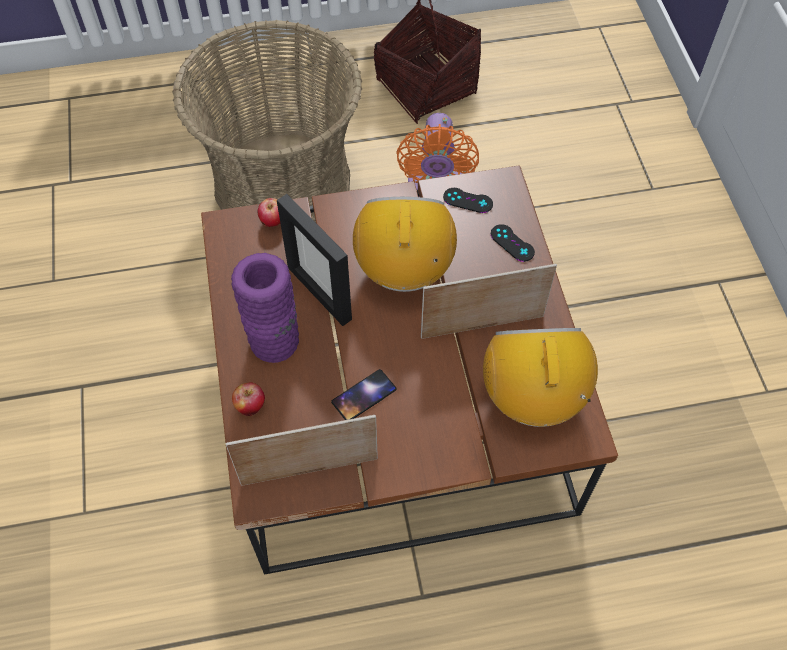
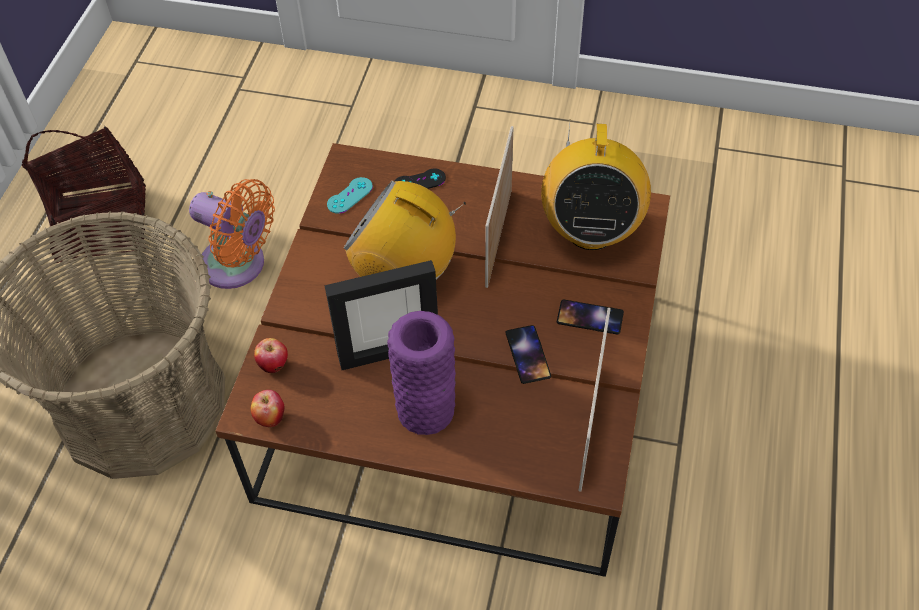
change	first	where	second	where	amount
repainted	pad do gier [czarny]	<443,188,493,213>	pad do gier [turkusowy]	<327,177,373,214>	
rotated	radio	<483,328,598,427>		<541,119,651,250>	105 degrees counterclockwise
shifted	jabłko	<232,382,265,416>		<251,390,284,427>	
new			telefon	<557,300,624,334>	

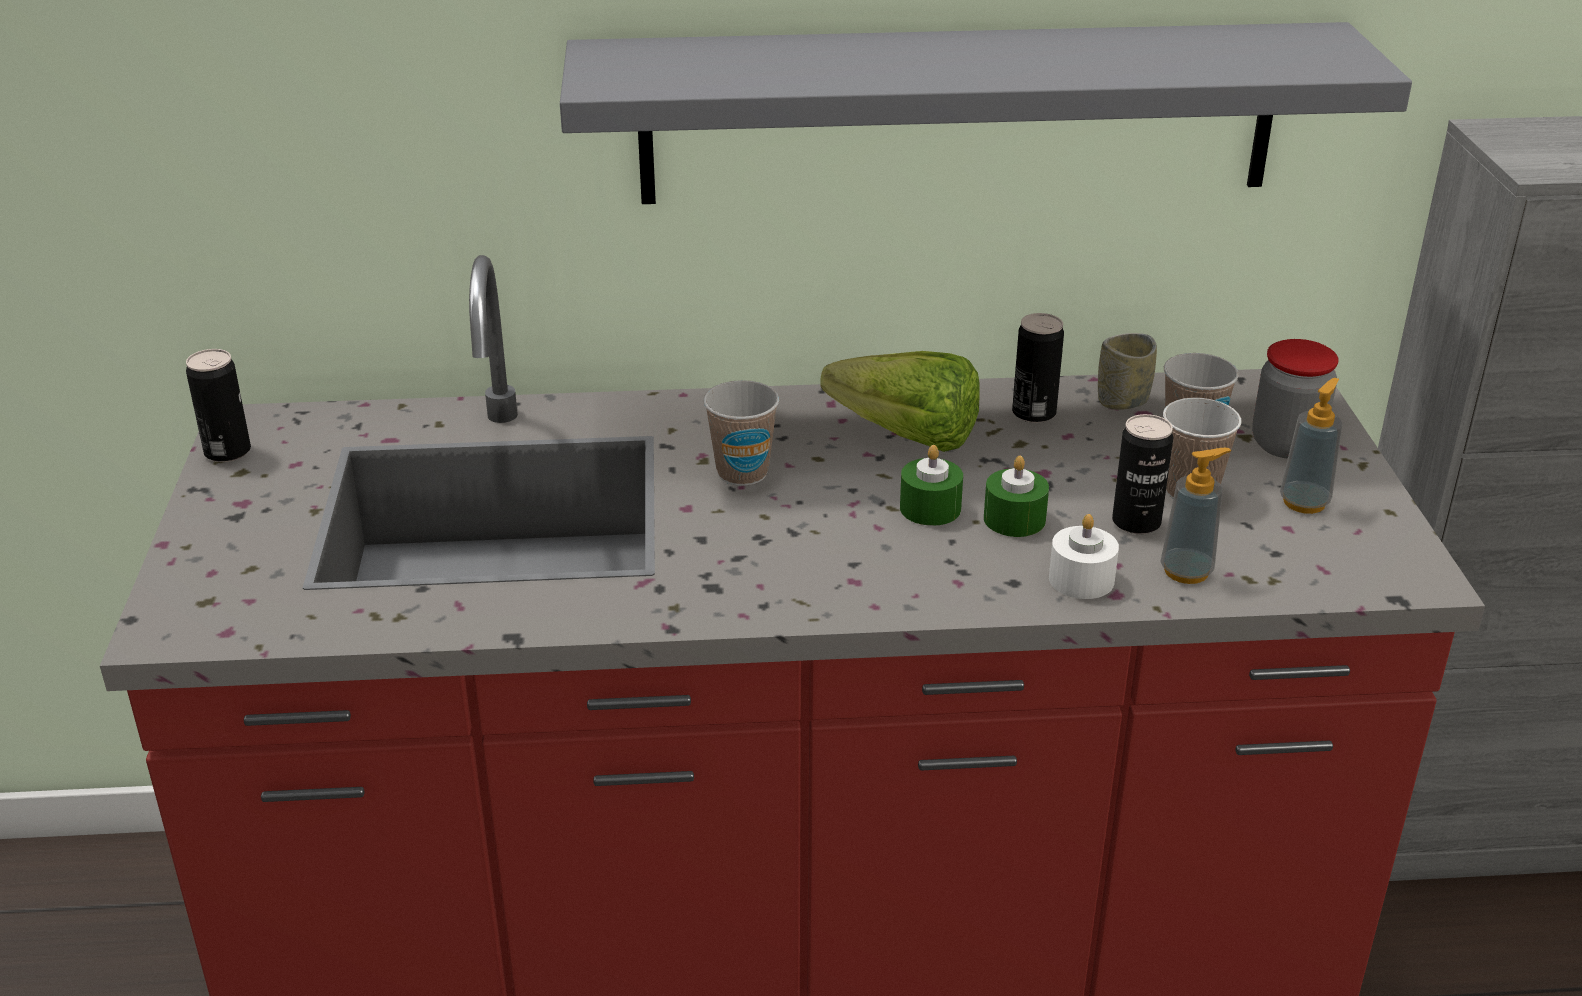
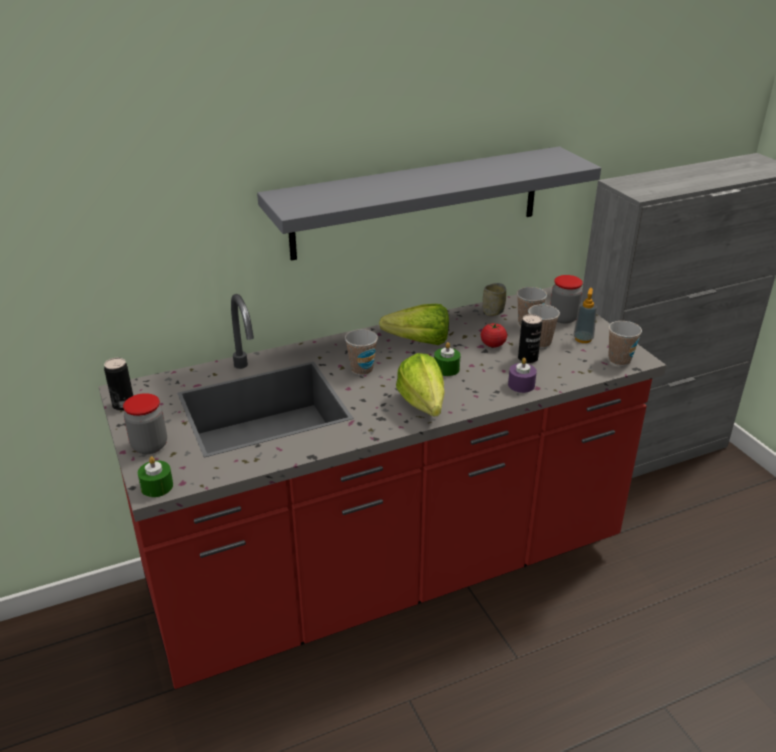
change	first	where	second	where	amount
gone	puszka	<1012,313,1064,423>			
gone	dozownik mydła	<1160,448,1231,584>			
shifted	świeca [zielony]	<984,456,1049,537>		<138,456,173,497>	
repainted	świeca [biały]	<1049,514,1119,599>	świeca [fioletowy]	<508,358,537,393>	
new			filiżanka	<609,321,642,366>	
new			pomidor	<481,323,507,348>	
new			sałata	<396,353,445,417>	
new			słoik	<123,393,167,454>	

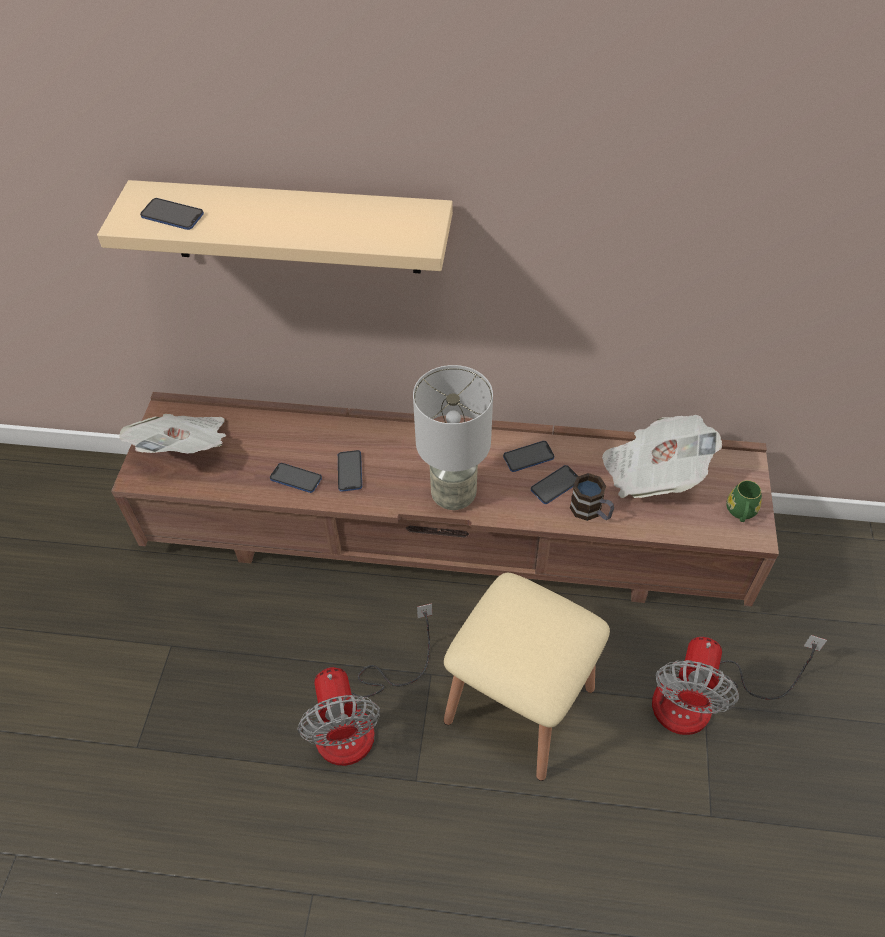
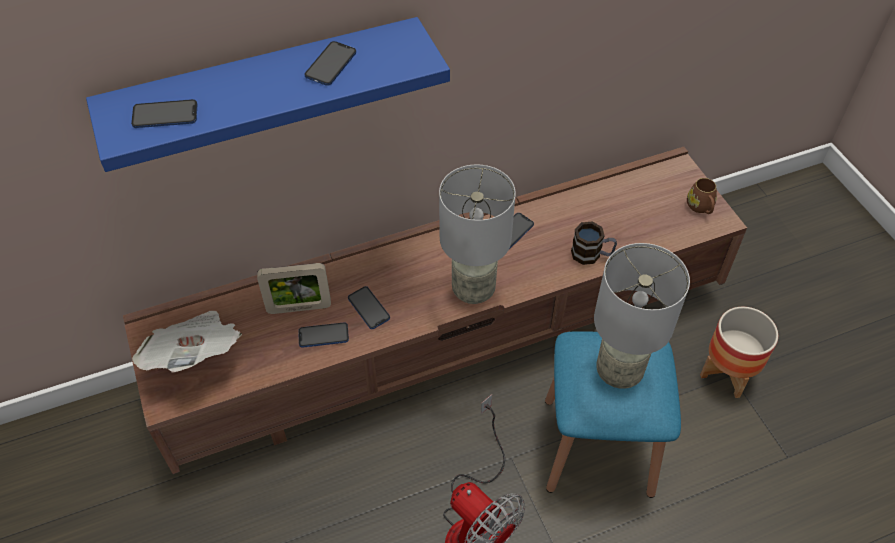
change	first	where	second	where	amount
repainted	półka [beżowy]	<97,180,453,274>	półka [niebieski]	<86,17,450,172>	
gone	gazeta	<602,415,722,498>			
shifted	telefon	<531,465,578,504>		<304,41,356,86>	
repainted	kubek [zielony]	<726,480,762,522>	kubek [brązowy]	<687,178,717,214>	
repainted	stołek [beżowy]	<444,573,610,781>	stołek [niebieski]	<545,331,681,498>	
swapped	wentylator	<652,635,827,735>	donica	<700,307,778,398>	
new			lampa stołowa [szary]	<594,243,690,389>	
new			ramka na zdjęcie	<257,263,331,314>	

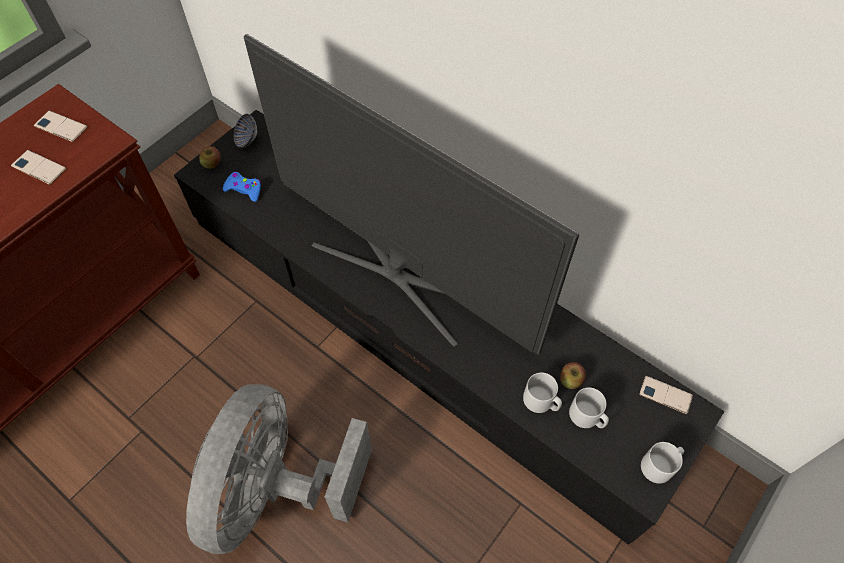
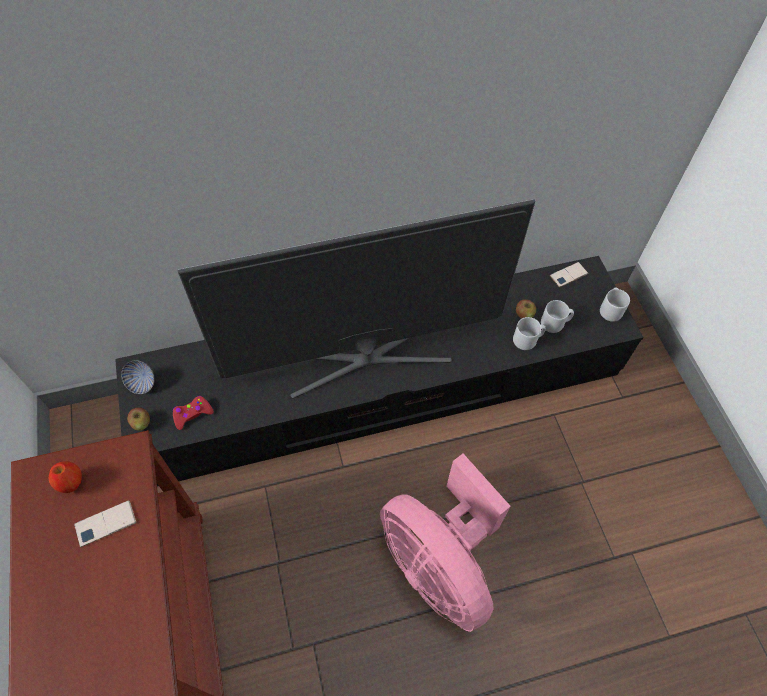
change	first	where	second	where	amount
swapped	telefon	<34,111,87,142>	jabłko	<49,461,82,493>	
repainted	pad do gier [niebieski]	<223,172,261,202>	pad do gier [czerwony]	<173,396,214,430>	
repainted	wentylator [szary]	<186,384,372,554>	wentylator [różowy]	<380,454,511,632>	

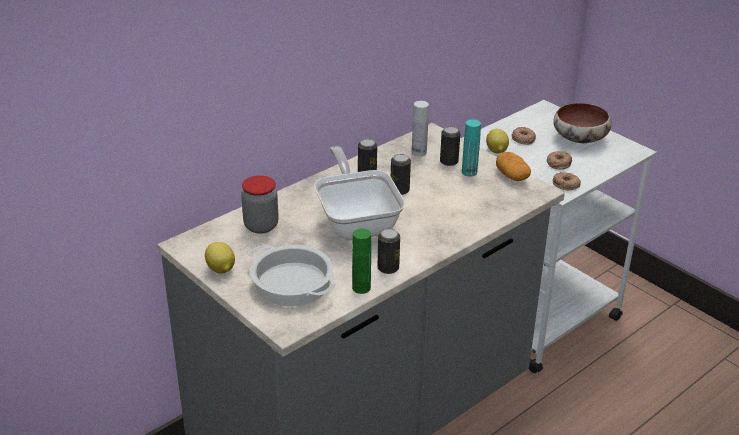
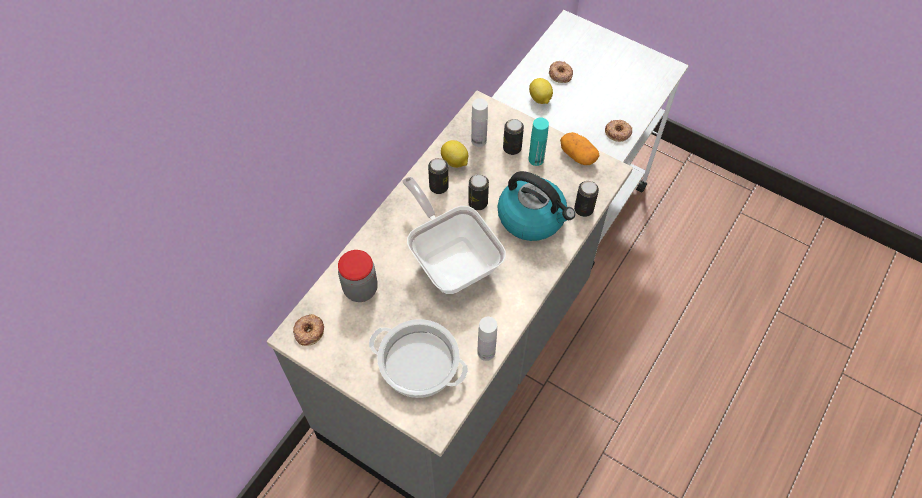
change	first	where	second	where	amount
gone	miska	<553,103,612,143>			
shifted	donut	<547,151,572,170>		<293,314,324,346>	
shifted	puszka	<378,228,400,274>		<574,181,599,217>	
repainted	butelka [zielony]	<352,229,371,294>	butelka [biały]	<477,317,497,361>	
shifted	cytryna	<205,242,235,274>		<441,140,468,168>	
new			czajnik	<497,171,575,241>	

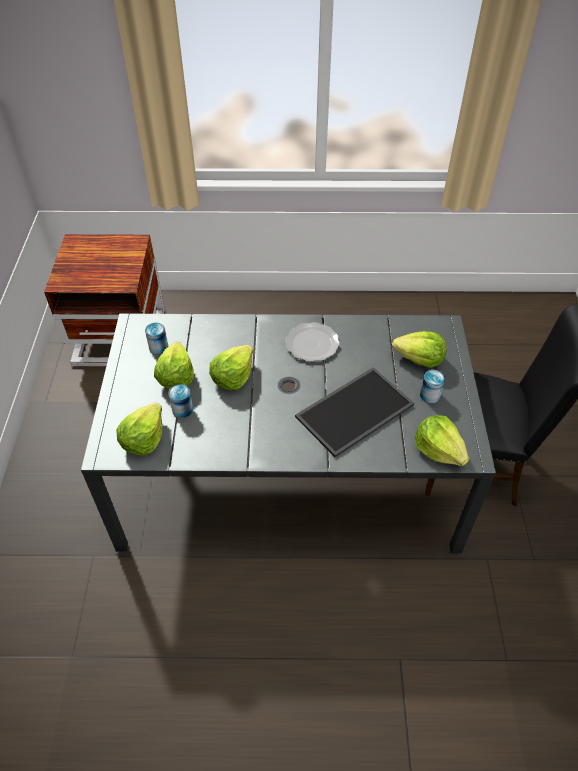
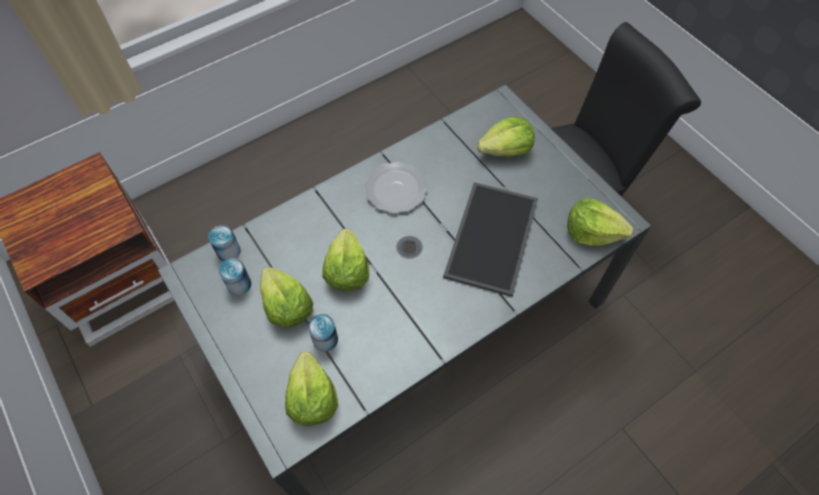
change	first	where	second	where	amount
shifted	puszka	<420,370,445,403>		<208,225,241,261>	

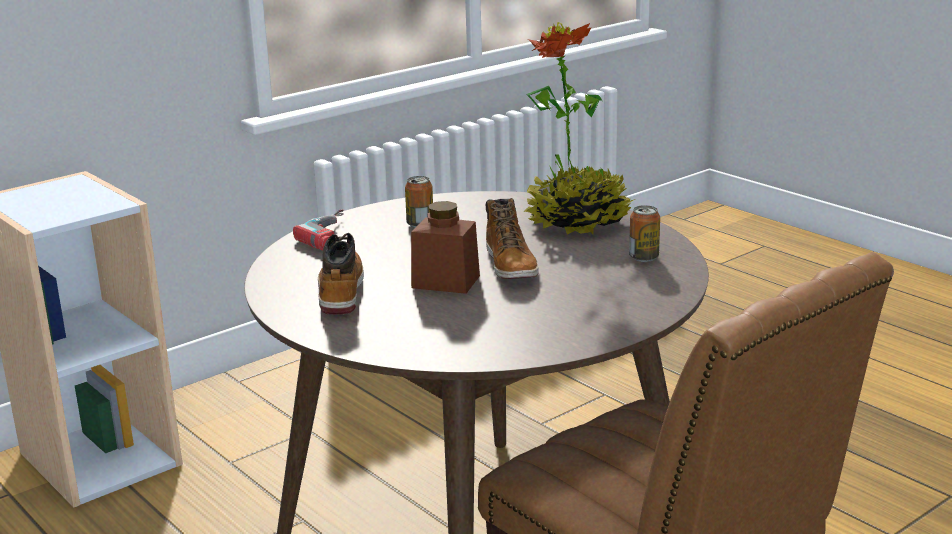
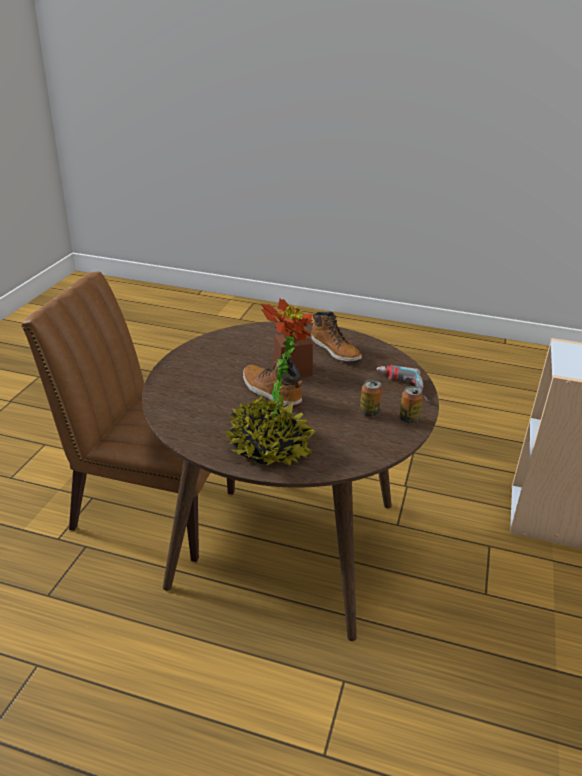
change	first	where	second	where	amount
shifted	puszka	<629,205,660,262>		<399,386,423,424>	

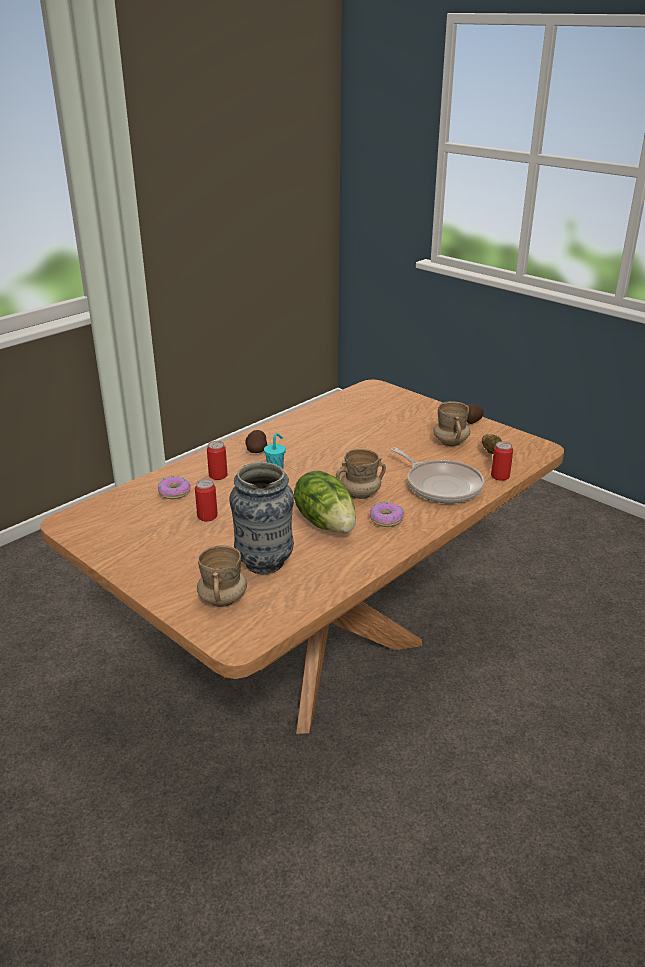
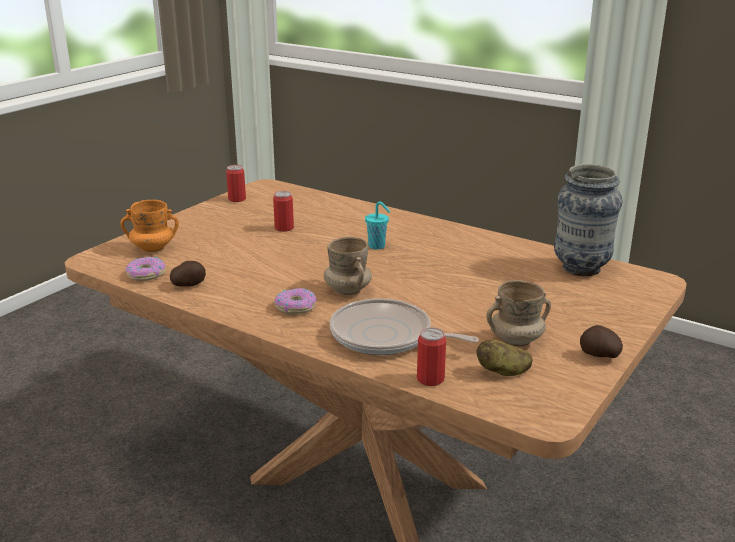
change	first	where	second	where	amount
shifted	ziemniak	<245,430,267,453>		<170,261,206,287>	
shifted	puszka	<207,441,227,480>		<226,165,246,202>	
rotated	patelnia	<391,447,484,503>		<330,298,479,355>	75 degrees clockwise
shifted	wazon	<229,462,294,574>		<554,164,622,276>	
gone	sałata	<294,471,356,533>			
shifted	donut	<158,476,191,499>		<126,257,166,281>	
repainted	kubek [beżowy]	<197,545,247,607>	kubek [pomarańczowy]	<120,200,179,252>	

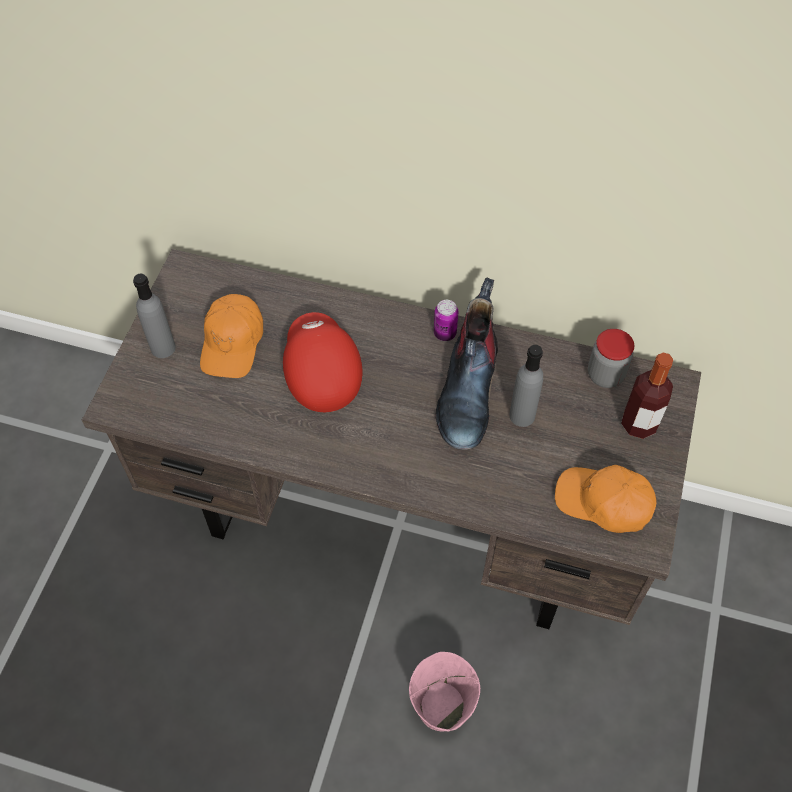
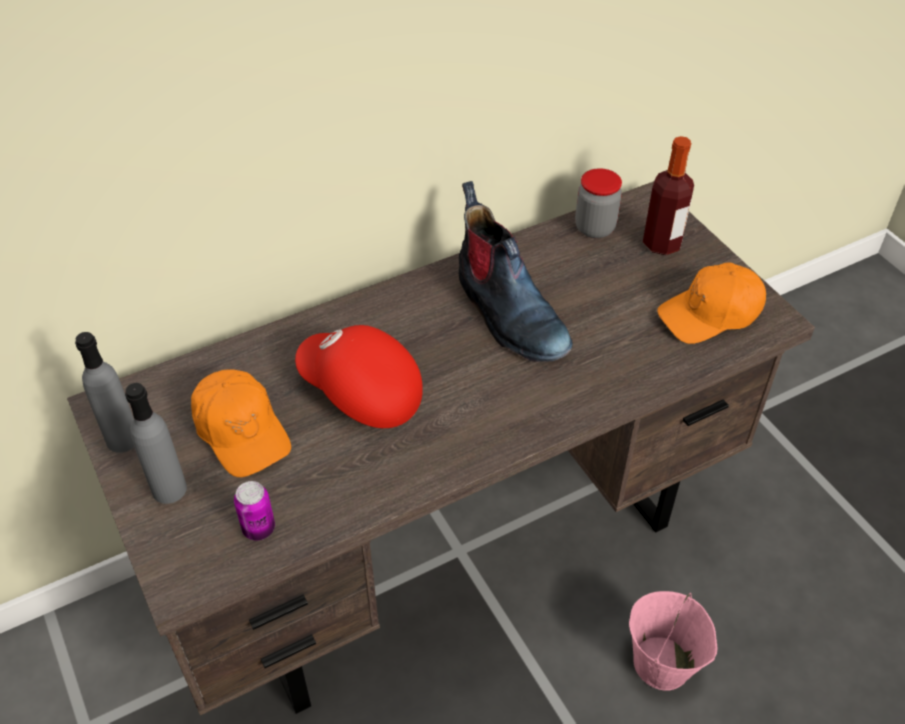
change	first	where	second	where	amount
shifted	puszka	<434,300,458,341>		<234,481,275,540>	
shifted	butelka [szary]	<509,345,543,427>		<75,332,134,453>	

